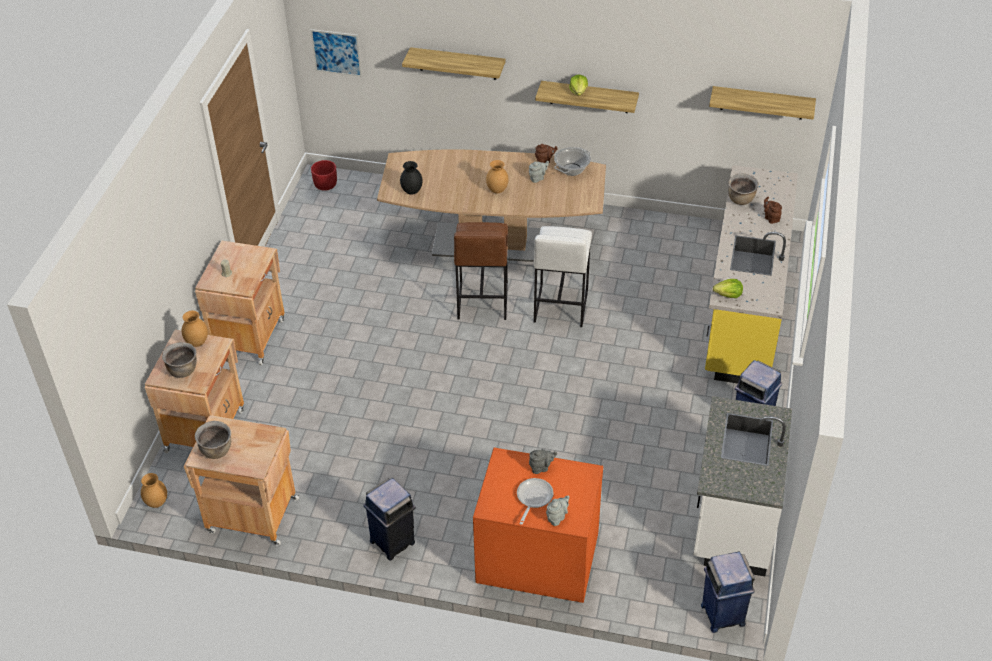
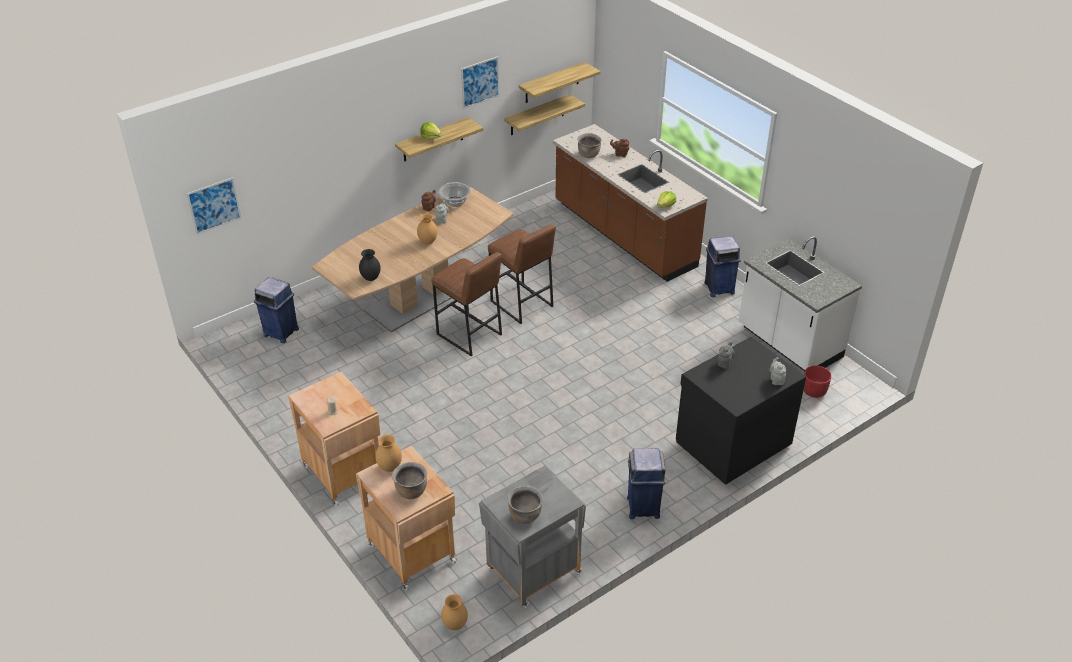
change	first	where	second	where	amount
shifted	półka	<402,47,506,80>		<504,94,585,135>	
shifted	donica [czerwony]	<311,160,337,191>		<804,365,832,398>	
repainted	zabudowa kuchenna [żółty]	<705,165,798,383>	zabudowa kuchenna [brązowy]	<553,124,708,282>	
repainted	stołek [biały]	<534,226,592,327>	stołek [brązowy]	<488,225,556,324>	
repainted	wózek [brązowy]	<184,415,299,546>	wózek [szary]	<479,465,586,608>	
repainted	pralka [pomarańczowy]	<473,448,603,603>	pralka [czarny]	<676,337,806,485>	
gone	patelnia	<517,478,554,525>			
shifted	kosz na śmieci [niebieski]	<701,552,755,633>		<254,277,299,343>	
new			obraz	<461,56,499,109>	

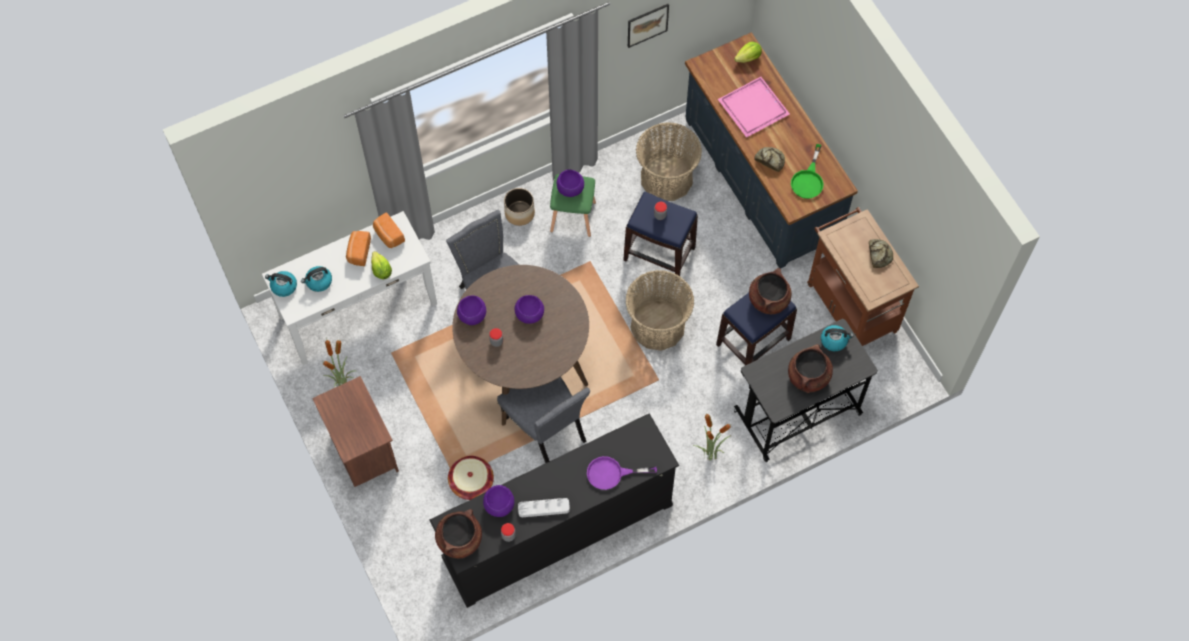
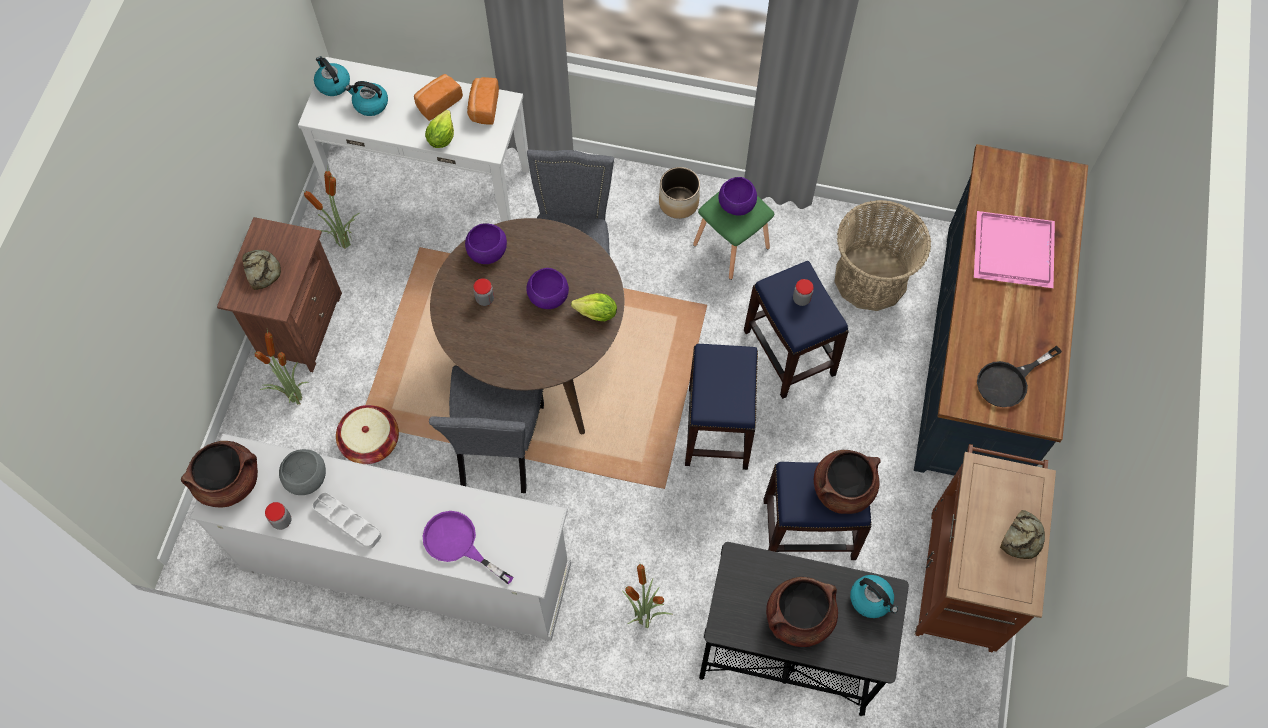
change	first	where	second	where	amount
gone	obraz	<628,4,669,48>			
shifted	sałata	<734,42,762,63>		<571,293,617,321>	
repainted	patelnia [zielony]	<791,144,824,199>	patelnia [czarny]	<977,346,1062,407>	
shifted	chleb	<754,147,785,172>		<242,250,281,290>	
swapped	koszyk	<626,270,694,351>	stołek	<685,344,758,470>	
repainted	szafka [czarny]	<429,413,679,608>	szafka [biały]	<189,434,571,641>	
repainted	miska [fioletowy]	<483,485,514,517>	miska [szary]	<279,449,326,495>	
new			roślina doniczkowa	<255,330,309,405>	

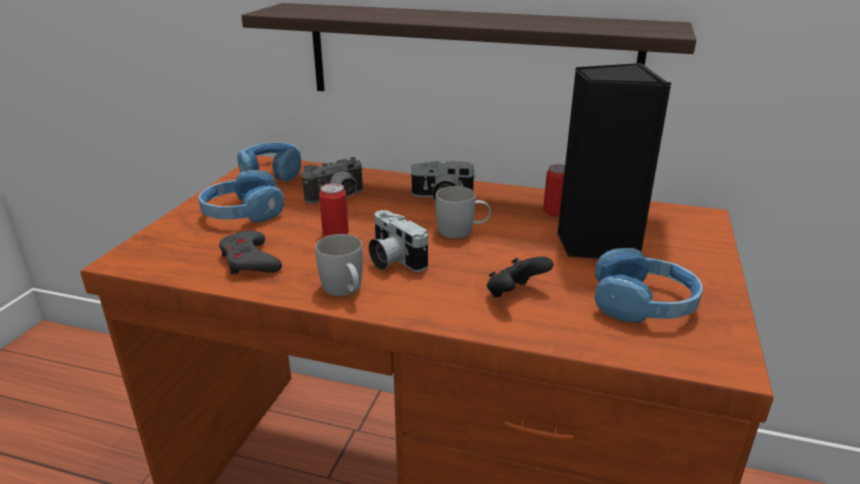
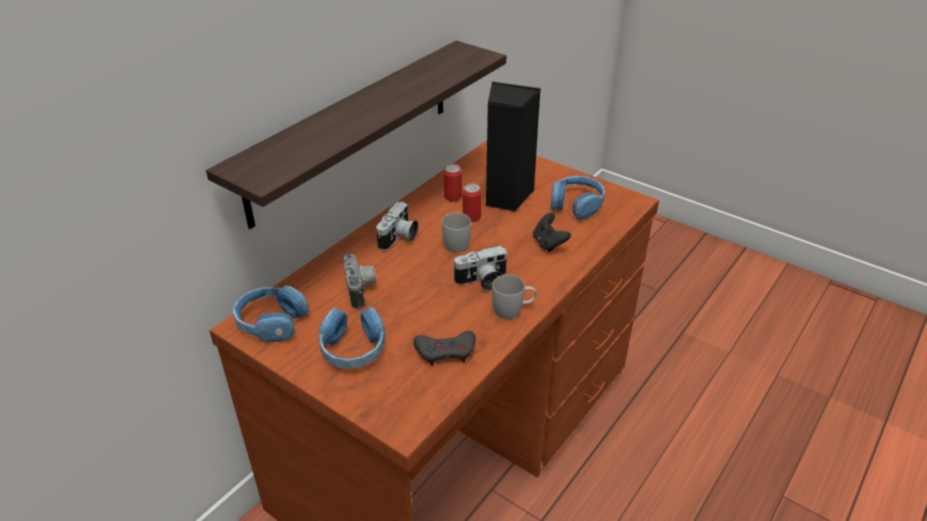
change	first	where	second	where	amount
shifted	puszka	<319,183,349,237>		<463,184,482,222>	

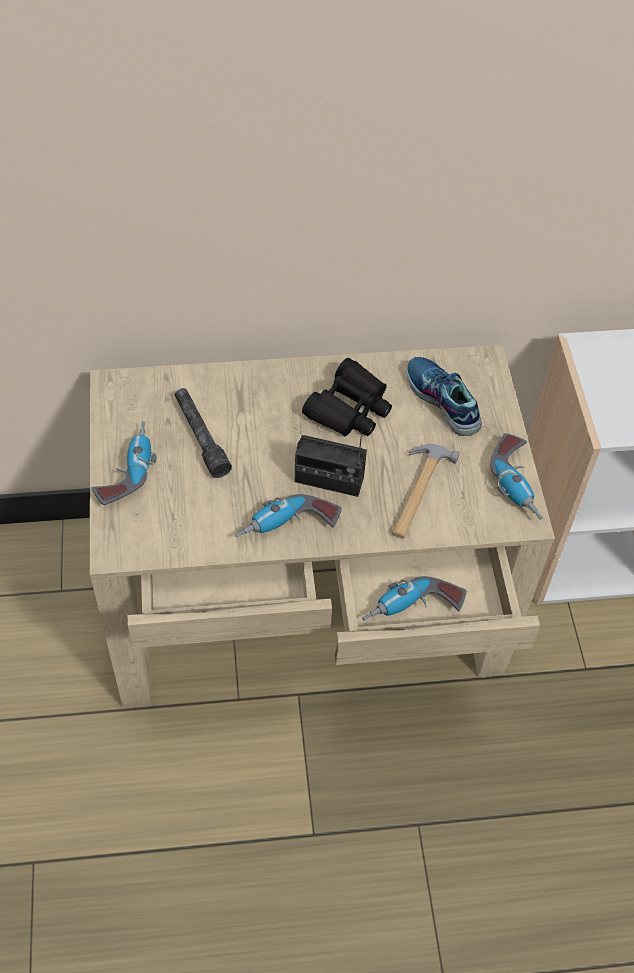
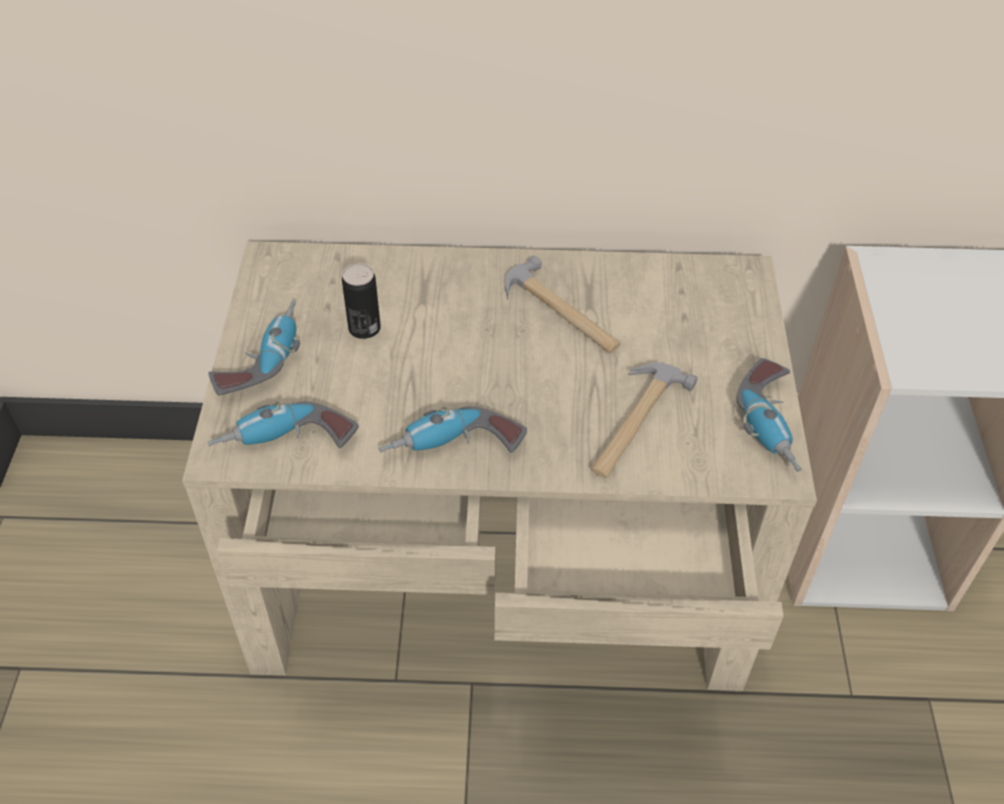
change	first	where	second	where	amount
gone	but	<407,357,482,436>			
swapped	lornetka [czarny]	<302,358,392,436>	młotek	<506,256,621,353>	
swapped	latarka [szary]	<175,388,232,478>	puszka	<342,263,381,339>	
gone	radio	<295,431,367,497>			
shifted	wiertarka	<362,576,467,621>		<208,401,358,448>	

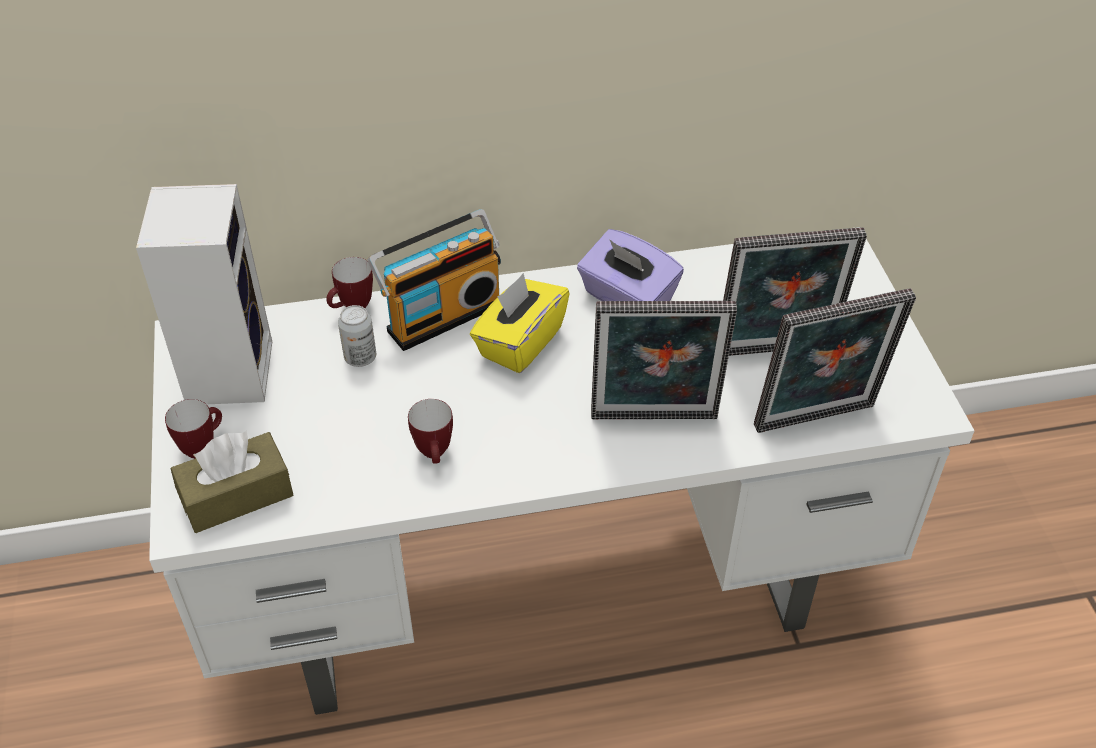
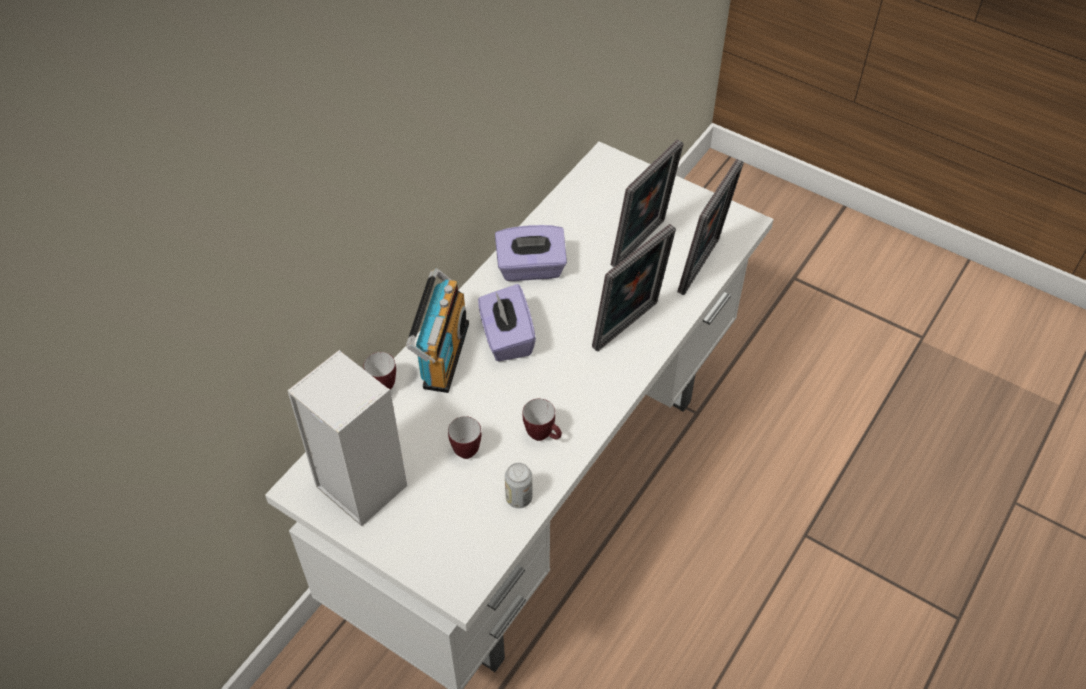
change	first	where	second	where	amount
repainted	pudełko chusteczek [żółty]	<470,273,570,373>	pudełko chusteczek [fioletowy]	<478,284,536,362>	
shifted	puszka	<338,305,376,367>		<505,463,533,508>	
shifted	kubek	<165,399,222,459>		<448,416,482,459>	
gone	pudełko chusteczek [brązowy]	<170,431,293,533>			

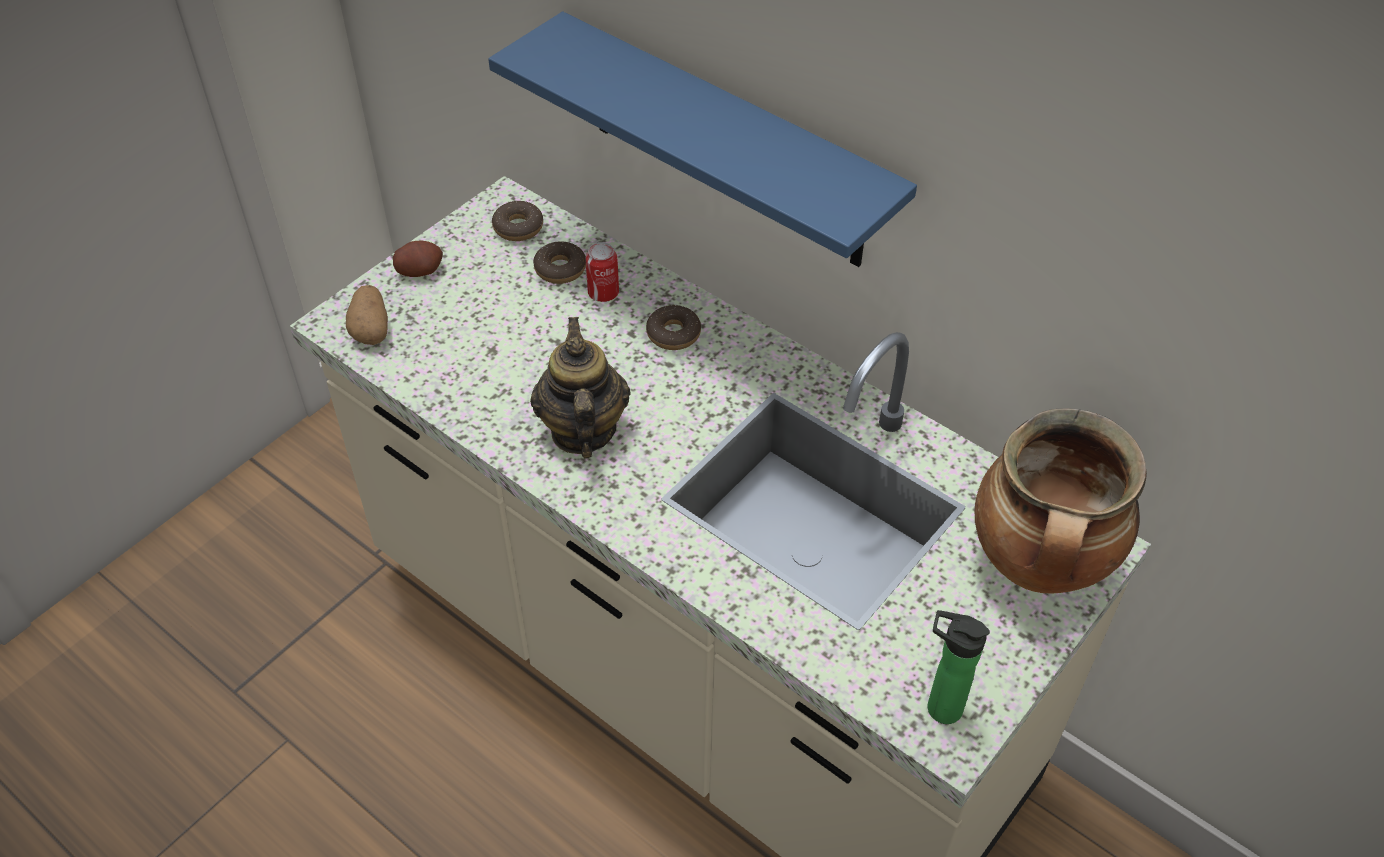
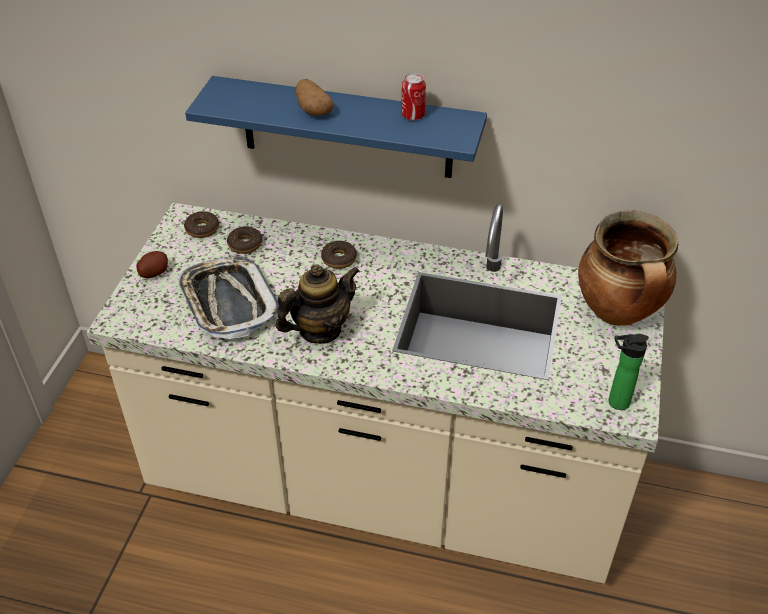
change	first	where	second	where	amount
shifted	puszka	<585,242,619,302>		<401,73,426,120>	
shifted	ziemniak	<346,285,388,345>		<295,79,333,116>	
rotated	imbryk	<530,317,631,458>		<276,264,360,344>	90 degrees clockwise
new			taca	<176,256,279,339>	

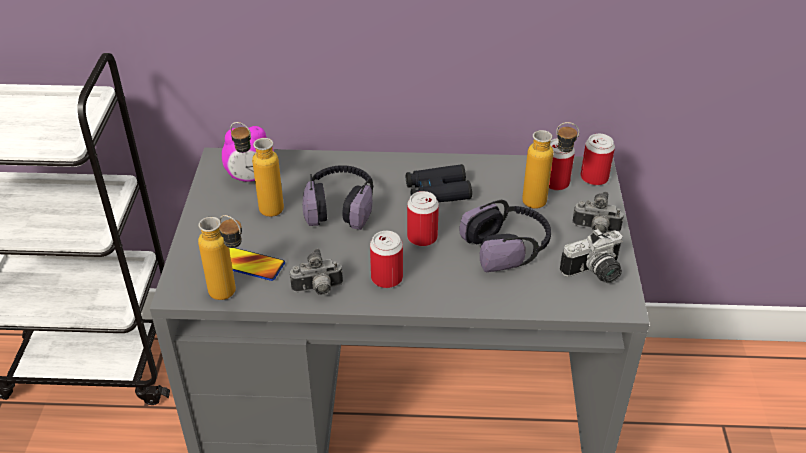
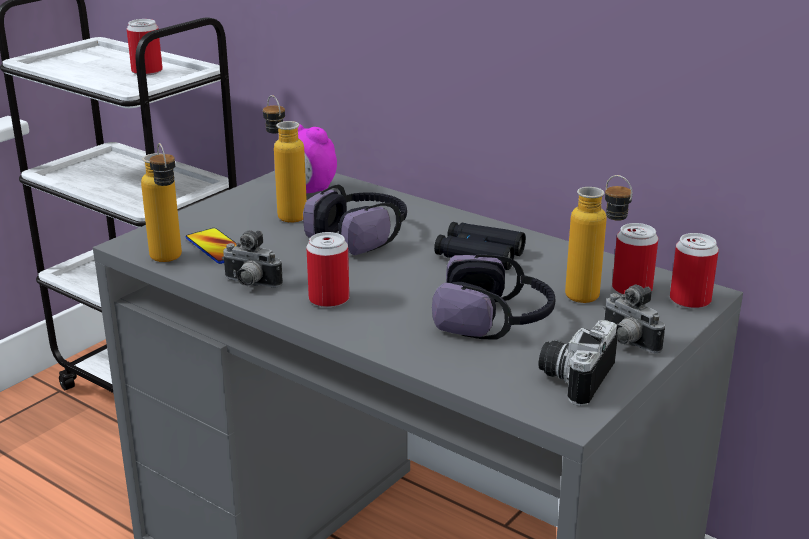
change	first	where	second	where	amount
shifted	puszka	<407,191,439,247>		<127,19,163,75>	
rotated	aparat fotograficzny	<560,228,623,283>		<539,320,618,406>	105 degrees clockwise

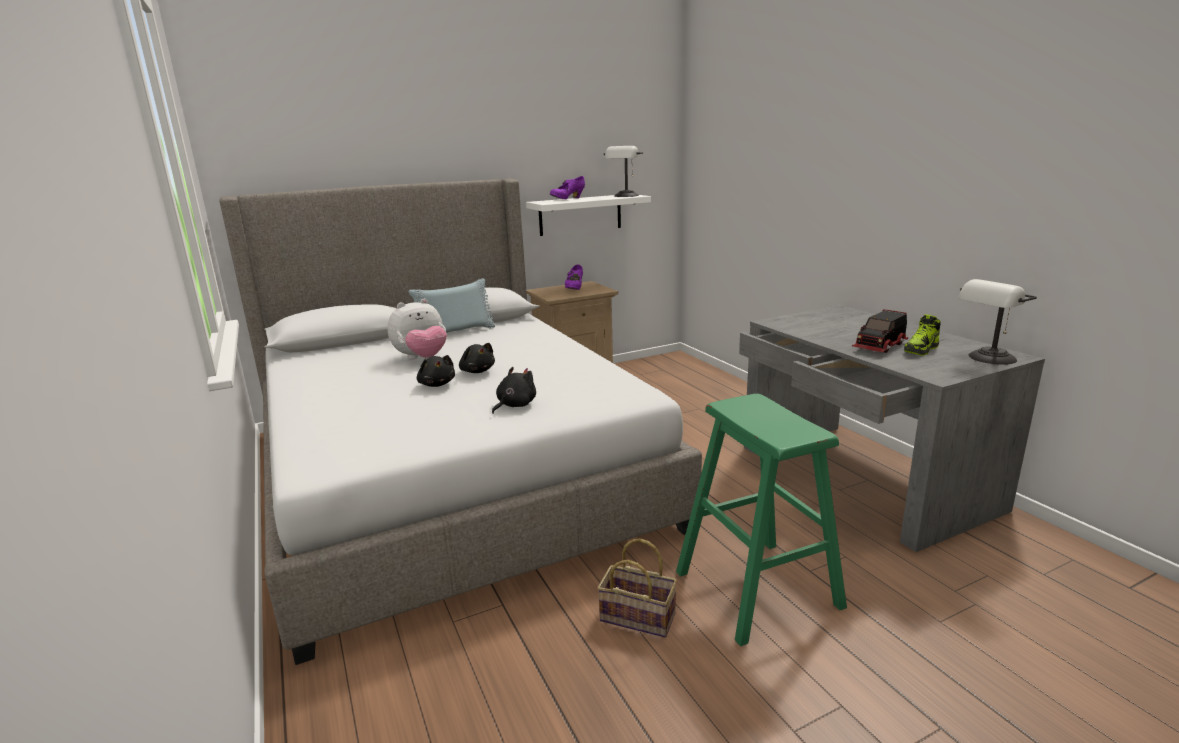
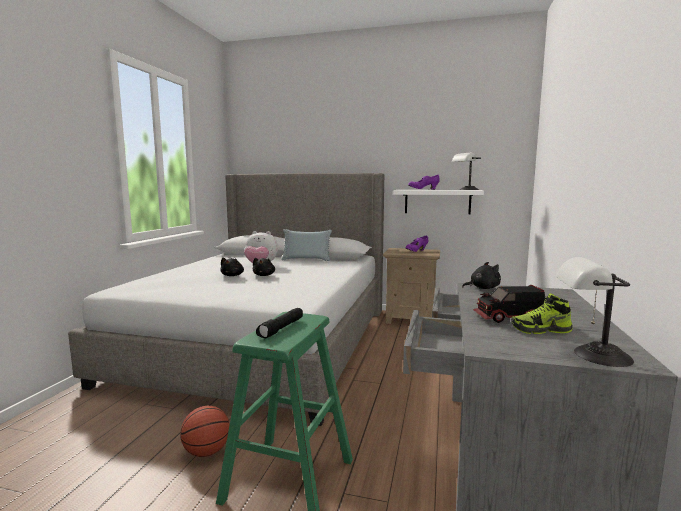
change	first	where	second	where	amount
shifted	pluszak [czarny]	<492,367,536,414>		<462,262,501,289>	
swapped	koszyk	<597,538,677,637>	piłka do koszykówki	<180,406,230,457>	
new			latarka [czarny]	<256,308,303,338>	

